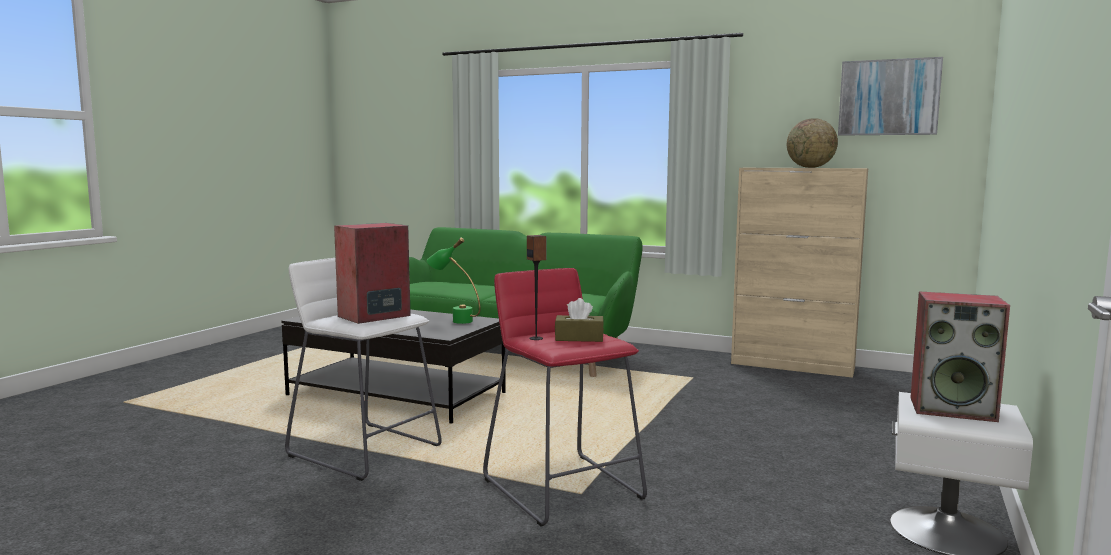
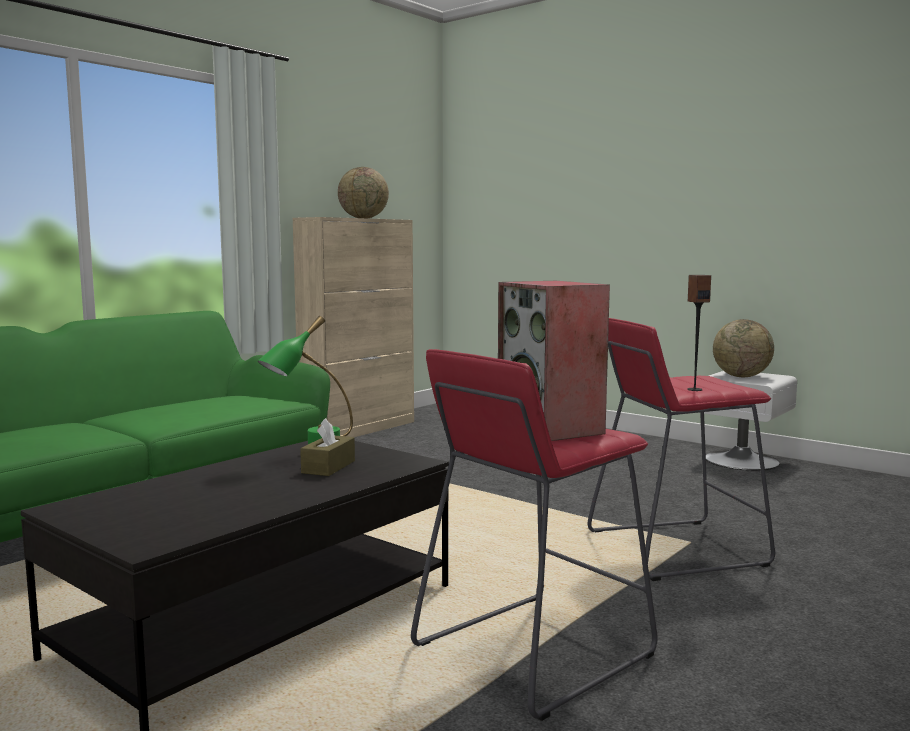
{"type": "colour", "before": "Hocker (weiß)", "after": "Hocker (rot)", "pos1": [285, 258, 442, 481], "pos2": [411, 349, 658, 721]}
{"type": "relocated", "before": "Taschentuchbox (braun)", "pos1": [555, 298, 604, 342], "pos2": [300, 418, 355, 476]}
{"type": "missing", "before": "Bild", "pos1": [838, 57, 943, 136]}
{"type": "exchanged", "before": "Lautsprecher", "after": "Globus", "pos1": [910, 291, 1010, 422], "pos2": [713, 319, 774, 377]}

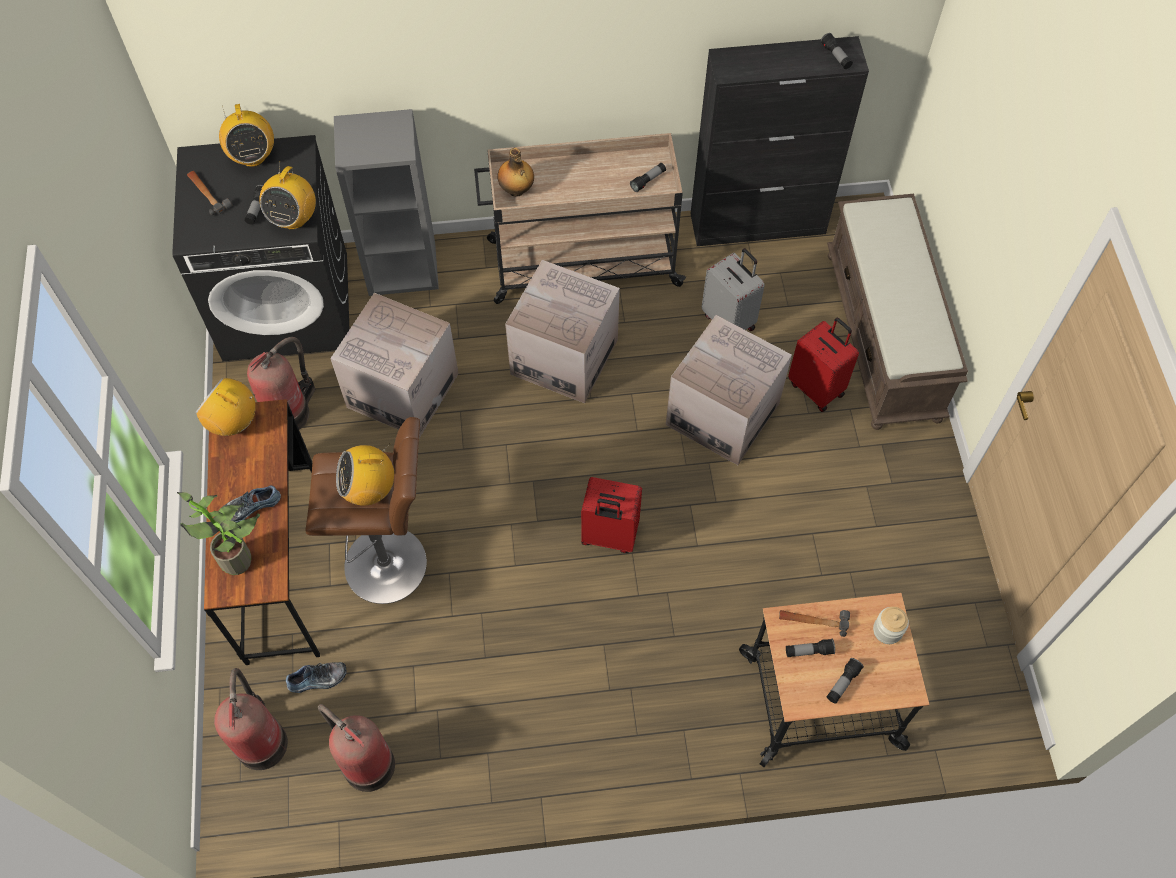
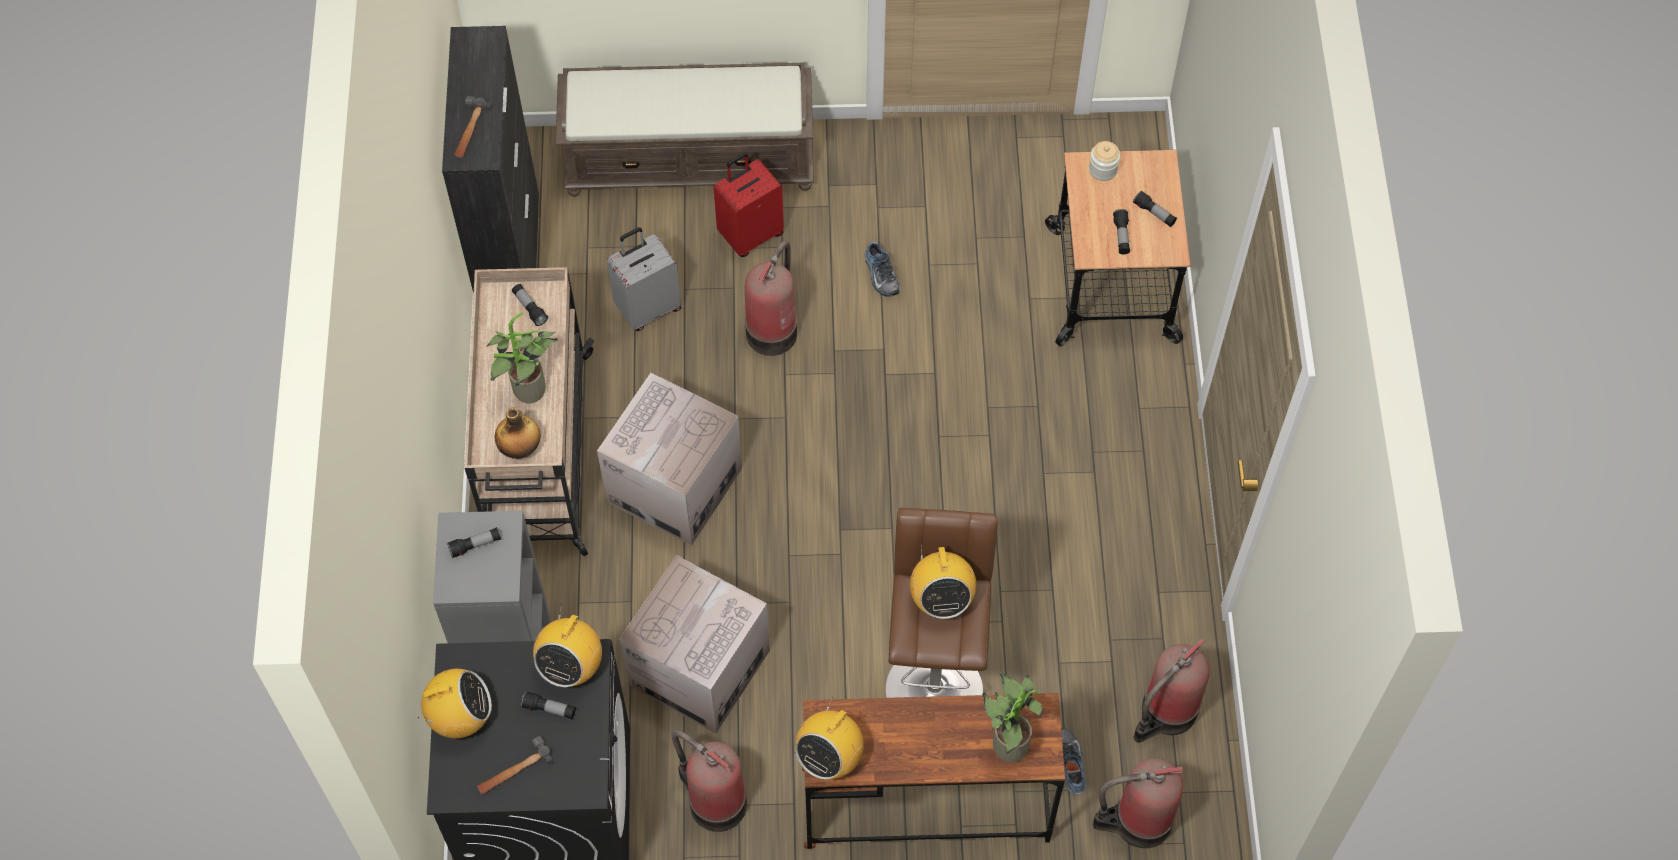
{"type": "relocated", "before": "Schuh", "pos1": [223, 486, 281, 523], "pos2": [865, 242, 900, 297]}
{"type": "spun", "before": "Radio", "pos1": [259, 161, 316, 230], "pos2": [533, 604, 602, 687], "turn": 90}
{"type": "missing", "before": "Koffer (rot)", "pos1": [581, 477, 642, 553]}
{"type": "exchanged", "before": "Karton", "after": "Feuerlöscher", "pos1": [666, 315, 792, 465], "pos2": [745, 241, 797, 356]}
{"type": "relocated", "before": "Hammer", "pos1": [779, 610, 850, 637], "pos2": [454, 96, 492, 158]}
{"type": "relocated", "before": "Taschenlampe", "pos1": [820, 33, 853, 69], "pos2": [447, 527, 501, 559]}
{"type": "appeared", "after": "Topfpflanze", "pos2": [486, 312, 558, 403]}

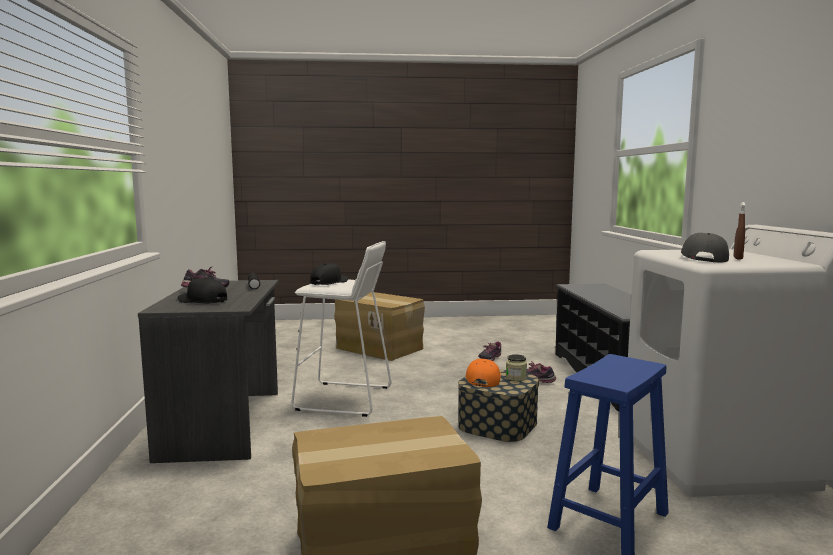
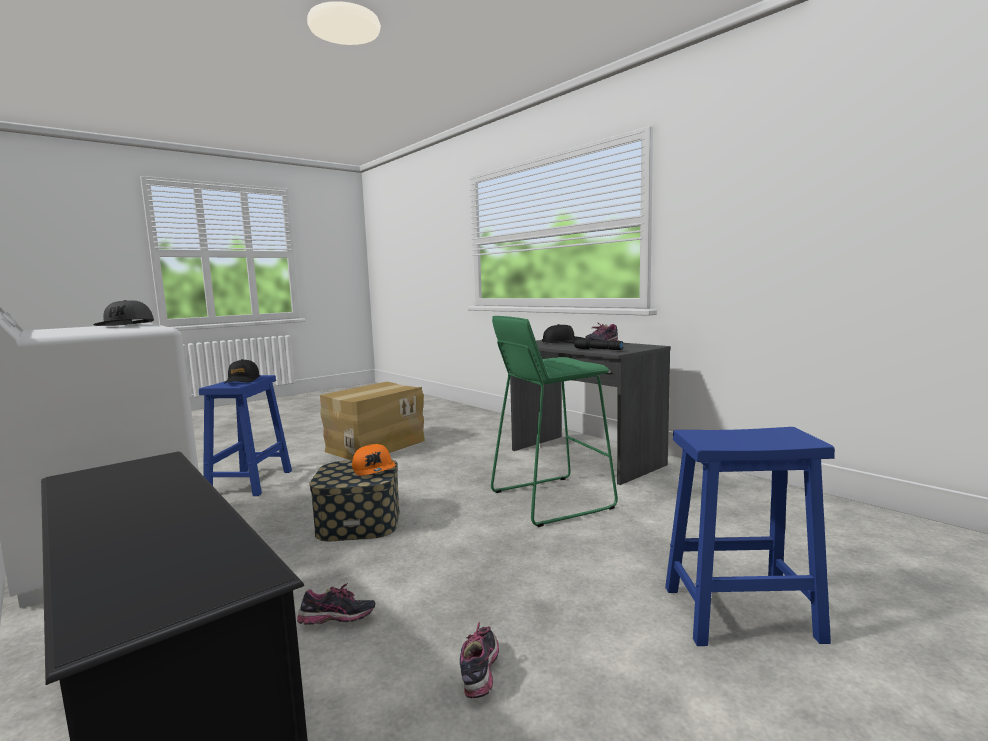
{"type": "colour", "before": "Hocker (weiß)", "after": "Hocker (grün)", "pos1": [292, 241, 392, 417], "pos2": [491, 316, 618, 527]}
{"type": "relocated", "before": "Kappe (schwarz)", "pos1": [310, 263, 348, 285], "pos2": [225, 359, 260, 383]}
{"type": "exchanged", "before": "Karton", "after": "Hocker (blau)", "pos1": [334, 292, 425, 361], "pos2": [665, 427, 835, 646]}
{"type": "missing", "before": "Vorratsglas", "pos1": [506, 354, 527, 381]}
{"type": "missing", "before": "Sprühflasche (braun)", "pos1": [733, 202, 745, 260]}

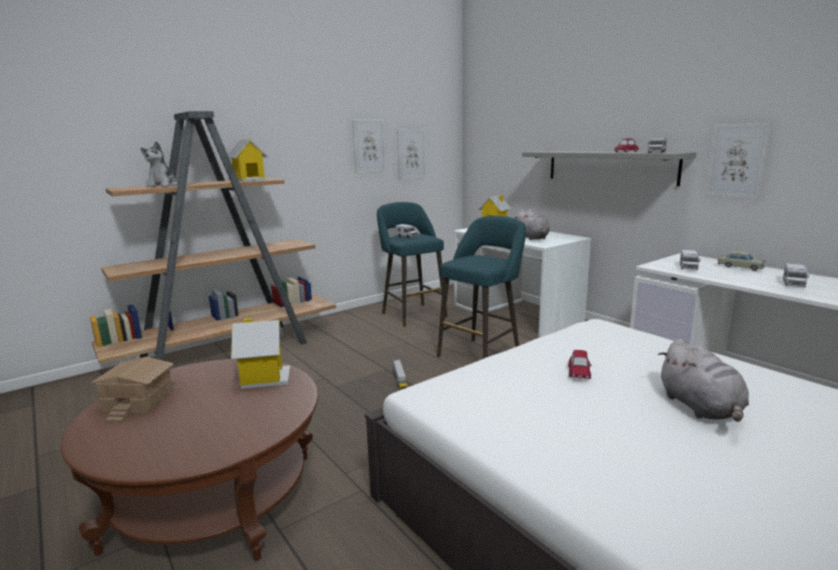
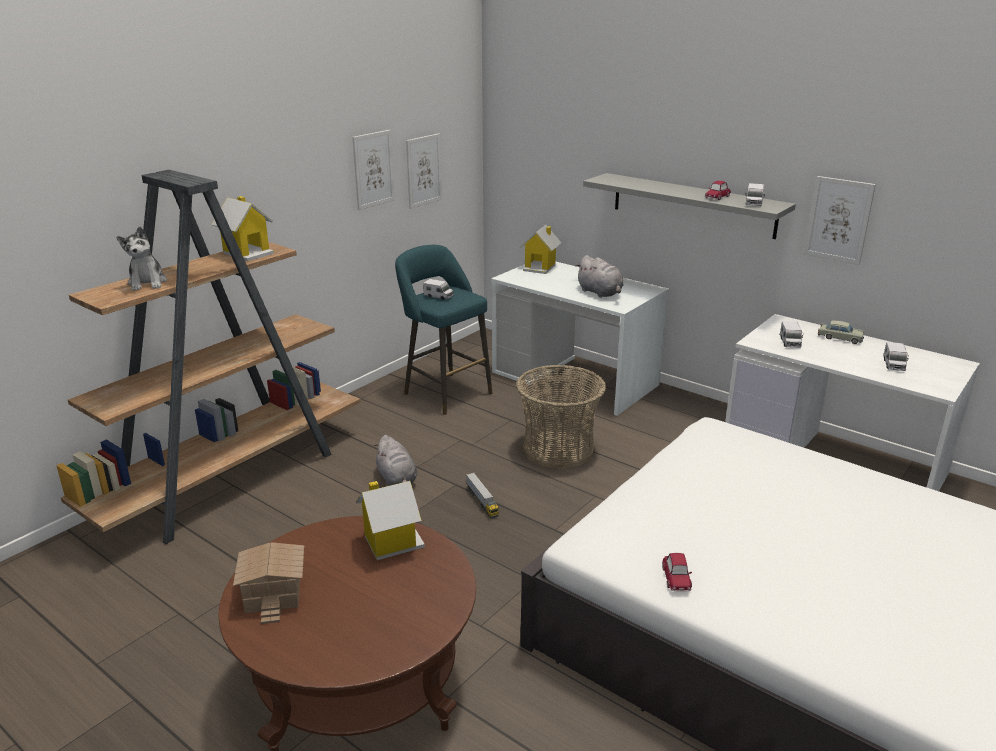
{"type": "exchanged", "before": "Hocker (türkis)", "after": "Korb", "pos1": [437, 216, 526, 359], "pos2": [516, 365, 606, 469]}
{"type": "relocated", "before": "Spielzeugauto", "pos1": [568, 350, 592, 380], "pos2": [662, 553, 692, 591]}
{"type": "relocated", "before": "Plüschtier (grau)", "pos1": [658, 339, 749, 422], "pos2": [374, 435, 417, 486]}

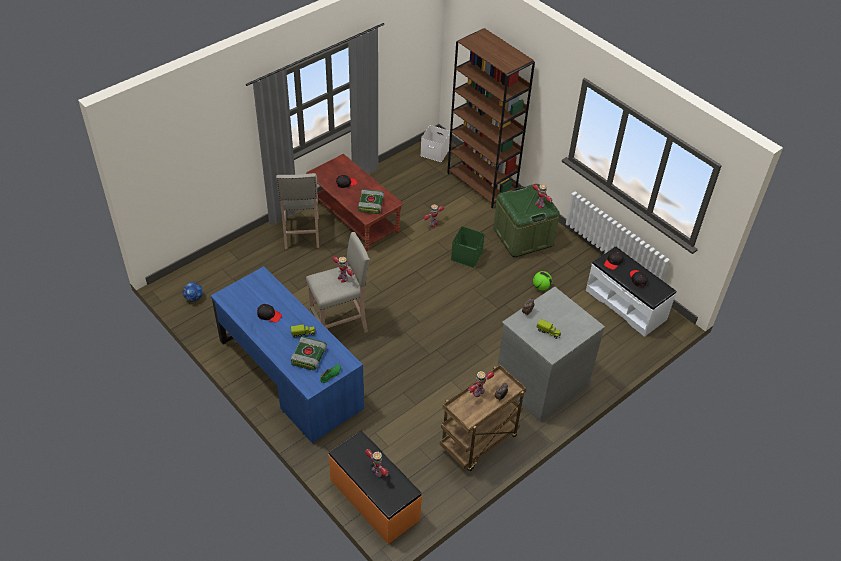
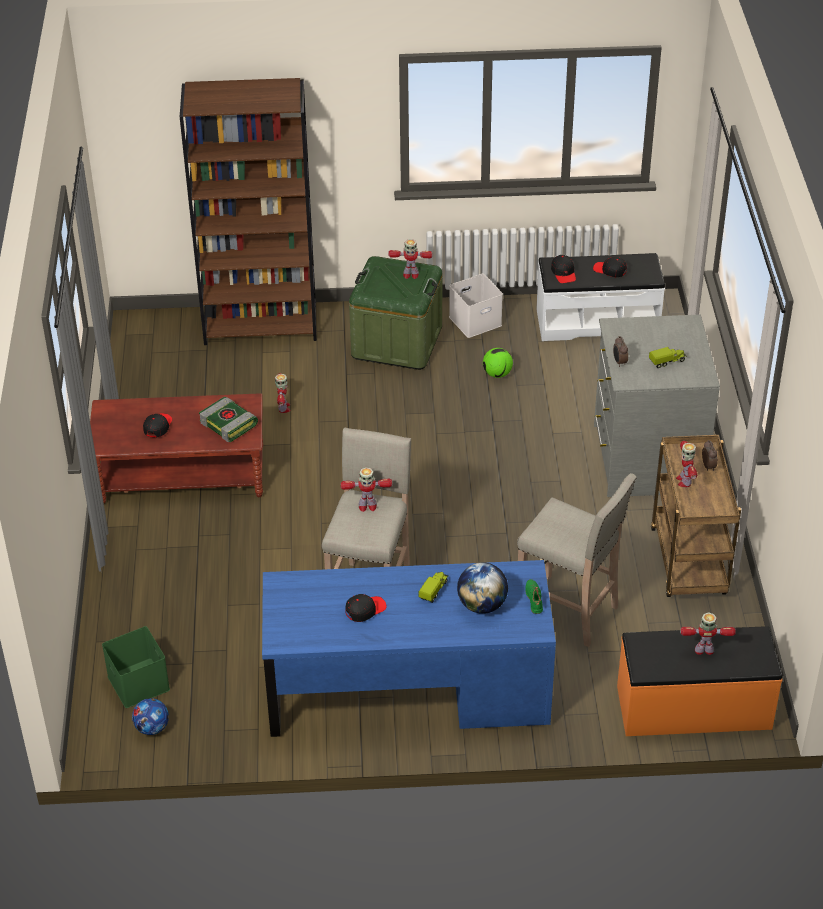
{"type": "relocated", "before": "Hocker (beige)", "pos1": [276, 173, 319, 249], "pos2": [517, 473, 637, 647]}
{"type": "exchanged", "before": "Buch", "after": "Globus", "pos1": [291, 336, 327, 370], "pos2": [457, 562, 508, 614]}
{"type": "relocated", "before": "Aufbewahrungsbox (weiß)", "pos1": [420, 125, 450, 162], "pos2": [449, 274, 503, 338]}
{"type": "relocated", "before": "Aufbewahrungsbox (grün)", "pos1": [451, 226, 485, 268], "pos2": [102, 626, 170, 708]}

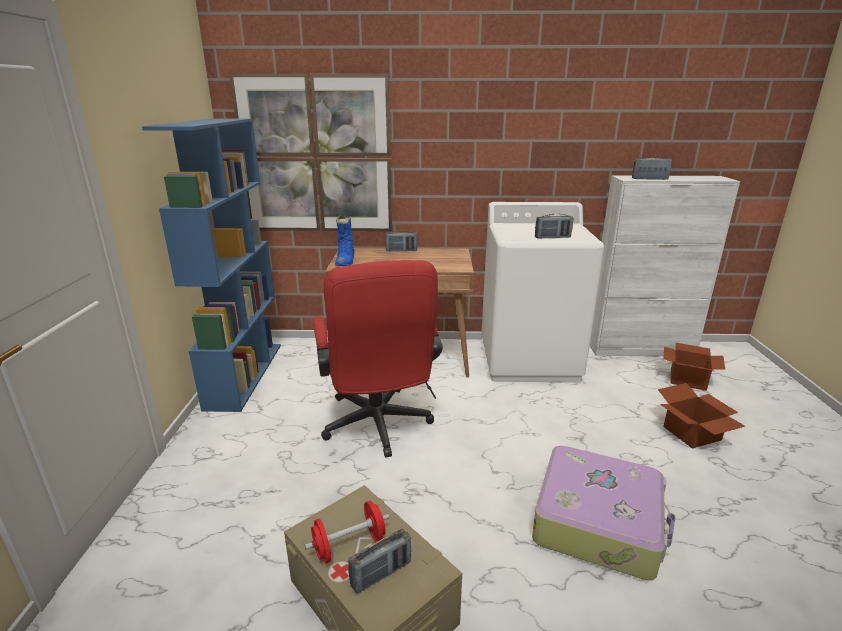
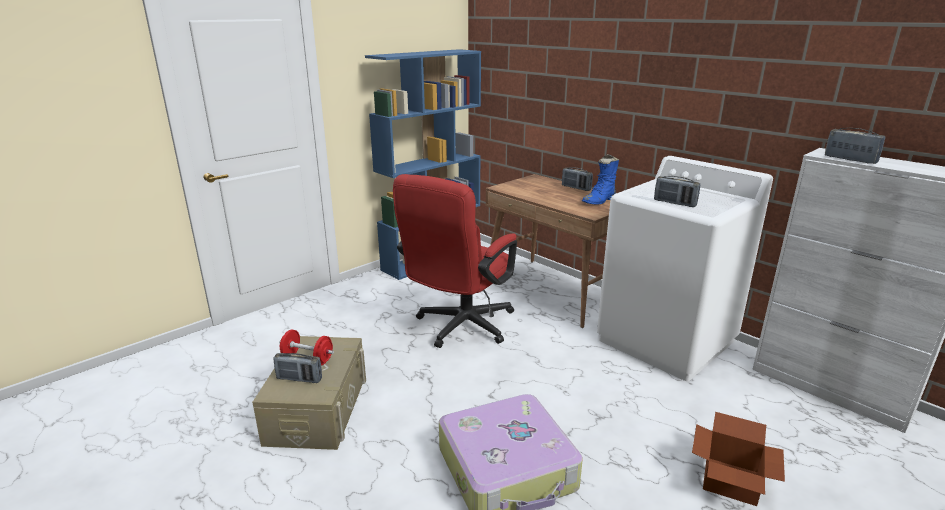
{"type": "missing", "before": "Bild", "pos1": [229, 74, 392, 231]}
{"type": "relocated", "before": "Stiefel (blau)", "pos1": [335, 215, 354, 266], "pos2": [582, 154, 619, 205]}
{"type": "missing", "before": "Karton", "pos1": [663, 343, 725, 391]}

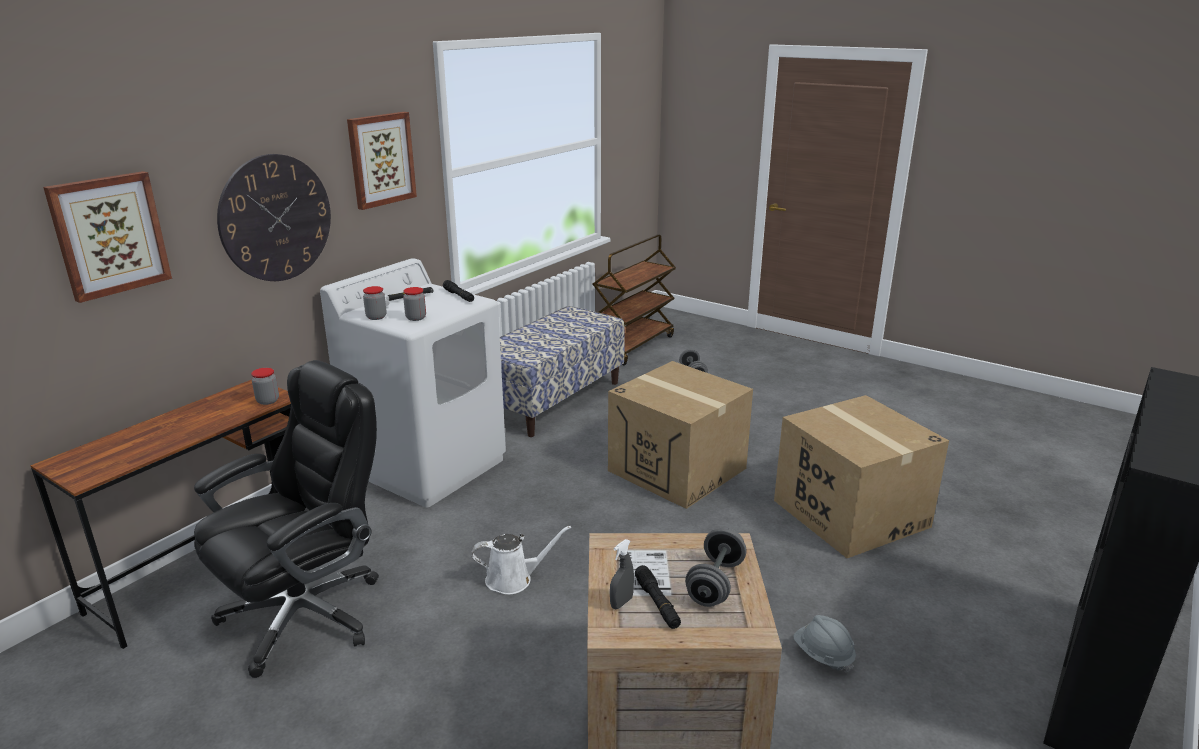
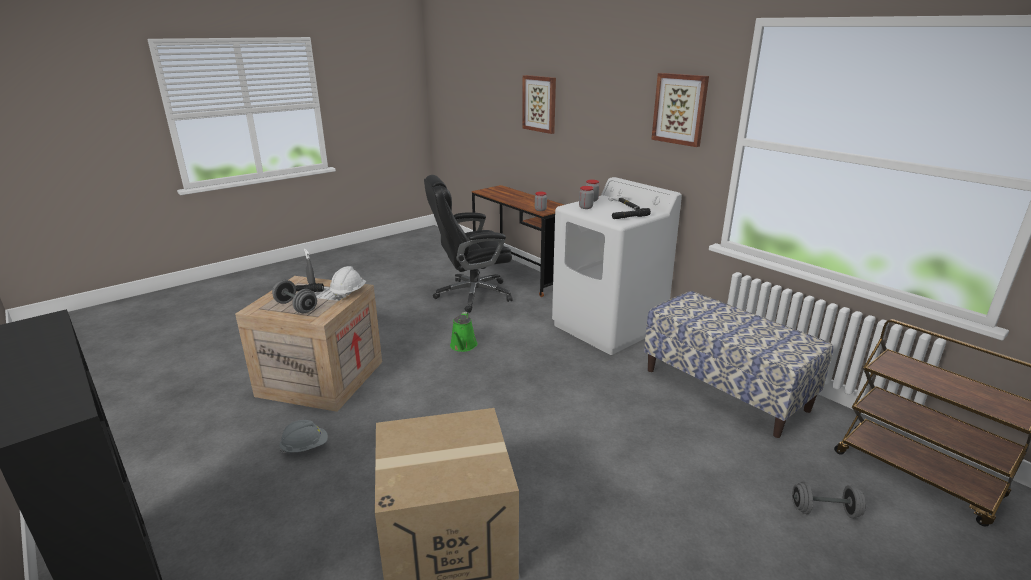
{"type": "spun", "before": "Bürostuhl (schwarz)", "pos1": [194, 360, 379, 678], "pos2": [424, 175, 513, 313], "turn": 105}
{"type": "missing", "before": "Wanduhr", "pos1": [217, 154, 331, 281]}
{"type": "colour", "before": "Gießkanne (weiß)", "after": "Gießkanne (grün)", "pos1": [472, 526, 571, 595], "pos2": [450, 312, 478, 352]}
{"type": "missing", "before": "Karton", "pos1": [608, 361, 753, 509]}
{"type": "appeared", "after": "Schutzhelm (weiß)", "pos2": [330, 266, 366, 300]}

